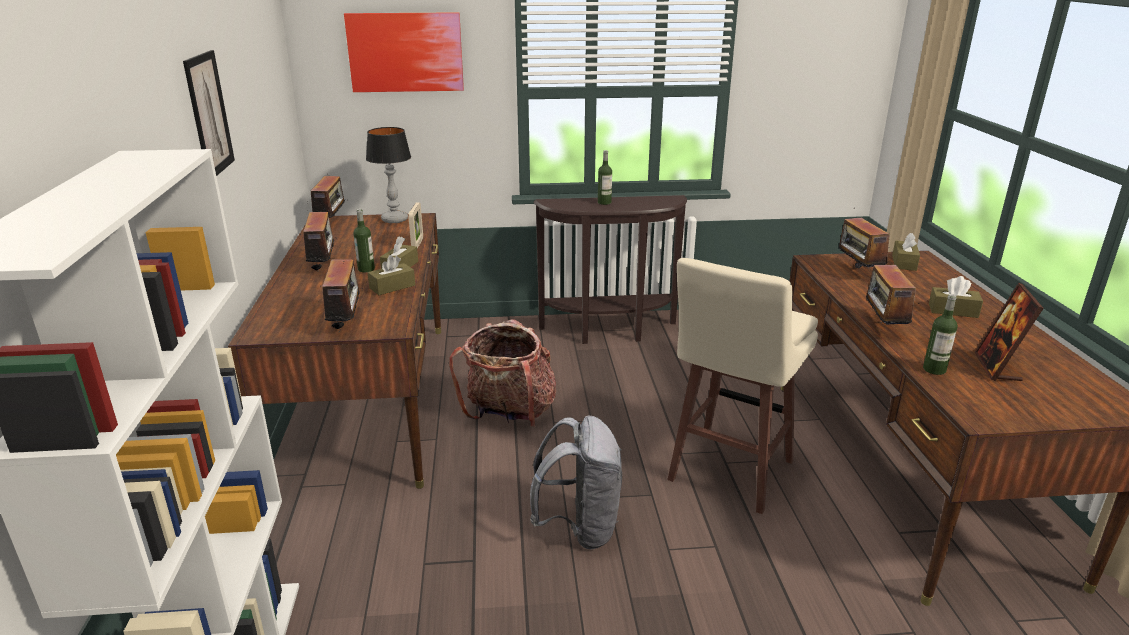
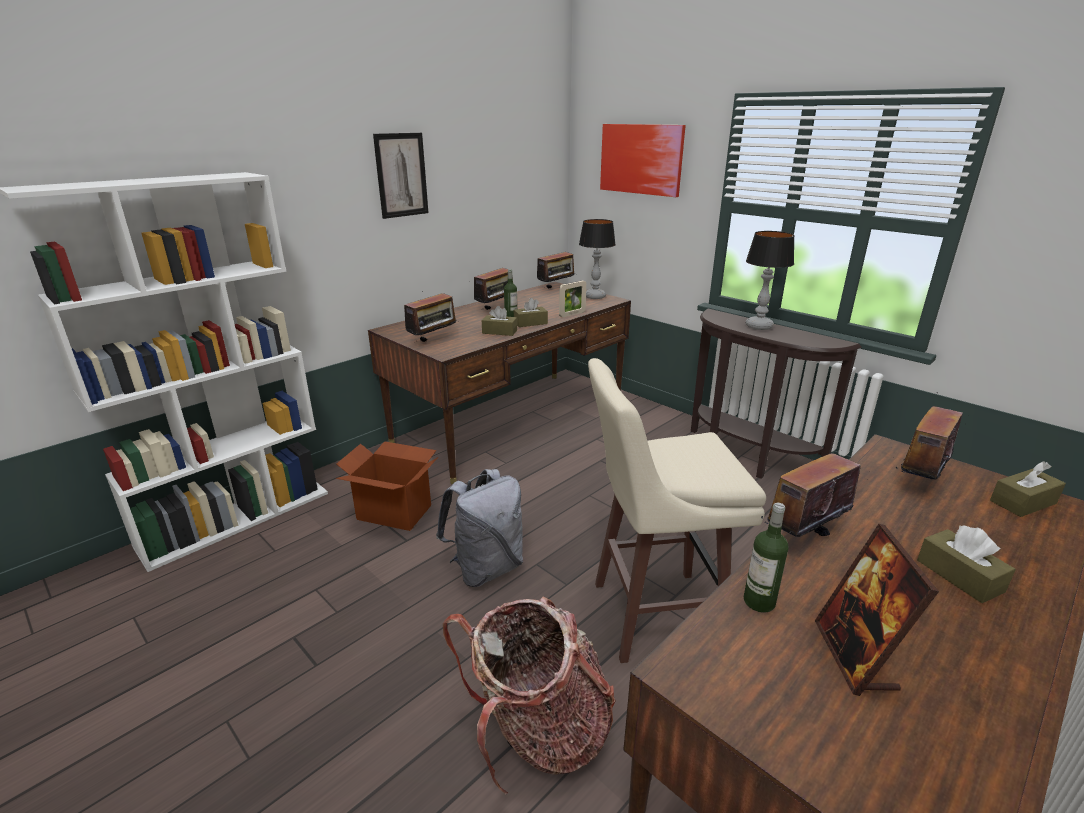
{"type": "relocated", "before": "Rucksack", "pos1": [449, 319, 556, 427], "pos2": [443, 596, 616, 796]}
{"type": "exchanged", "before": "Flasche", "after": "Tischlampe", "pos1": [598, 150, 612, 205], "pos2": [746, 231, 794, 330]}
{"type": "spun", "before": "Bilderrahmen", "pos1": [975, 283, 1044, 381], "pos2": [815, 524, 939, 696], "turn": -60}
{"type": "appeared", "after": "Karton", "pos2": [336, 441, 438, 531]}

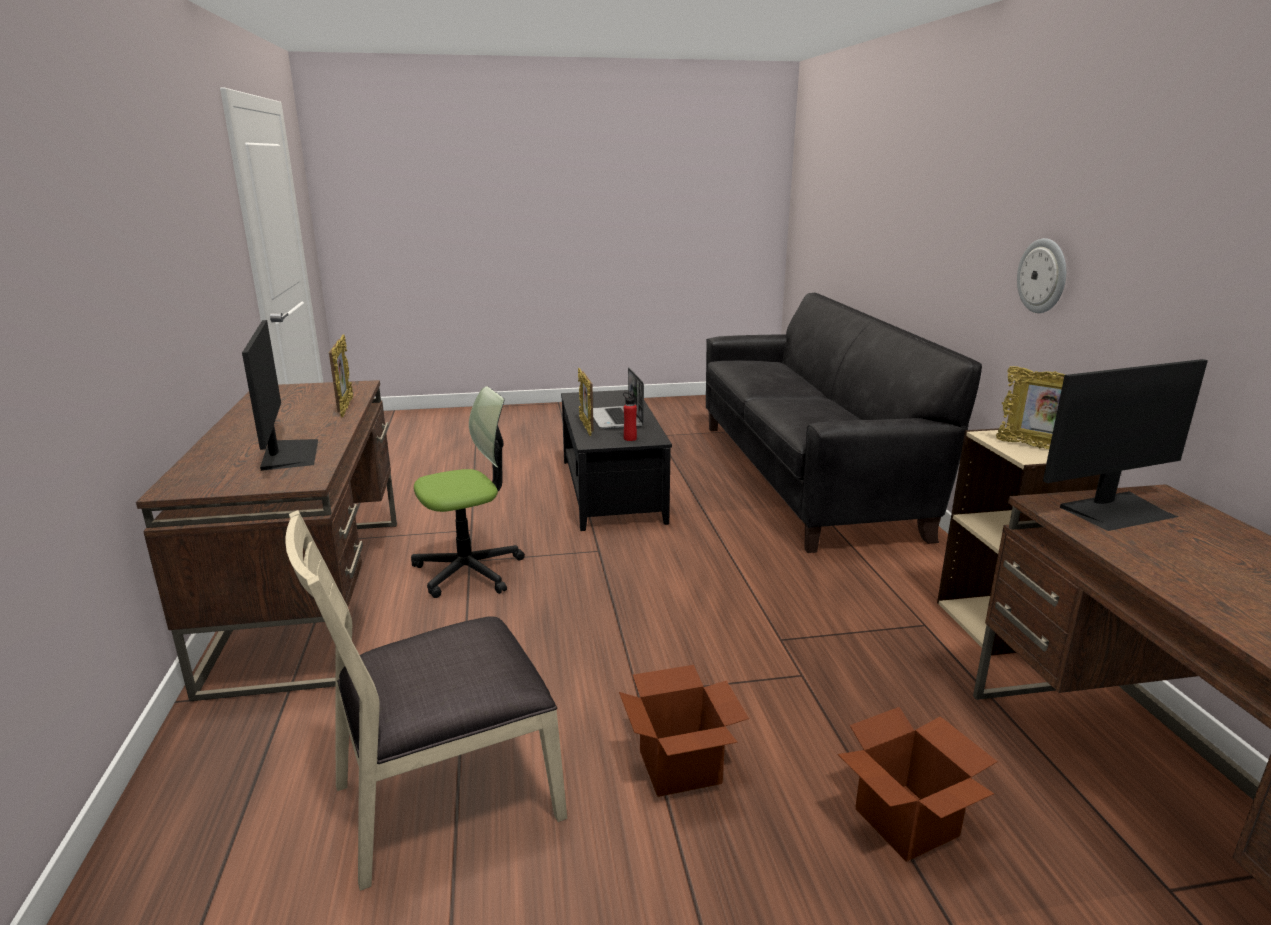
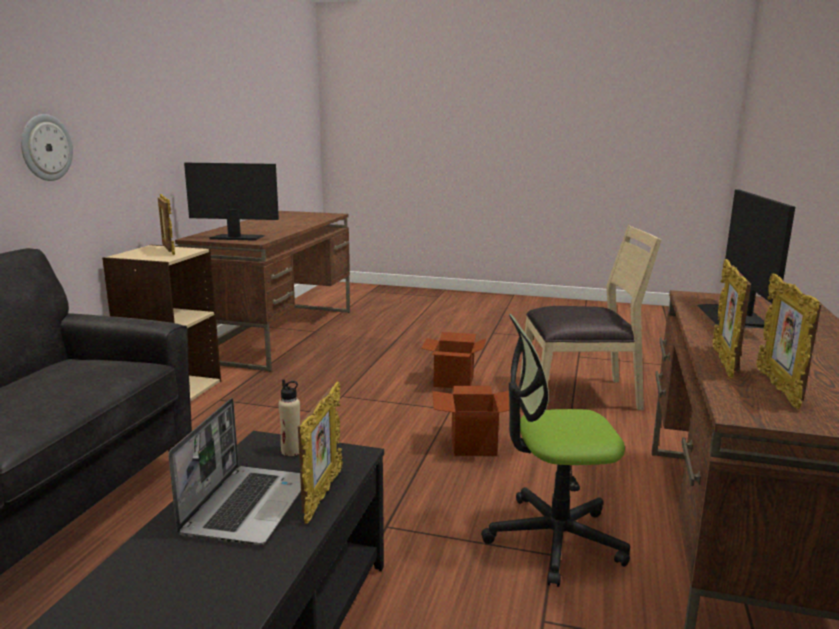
{"type": "colour", "before": "Flasche (rot)", "after": "Flasche (beige)", "pos1": [623, 392, 637, 441], "pos2": [279, 379, 300, 456]}
{"type": "relocated", "before": "Karton", "pos1": [838, 707, 998, 862], "pos2": [432, 386, 509, 456]}
{"type": "appeared", "after": "Bilderrahmen", "pos2": [756, 273, 821, 409]}

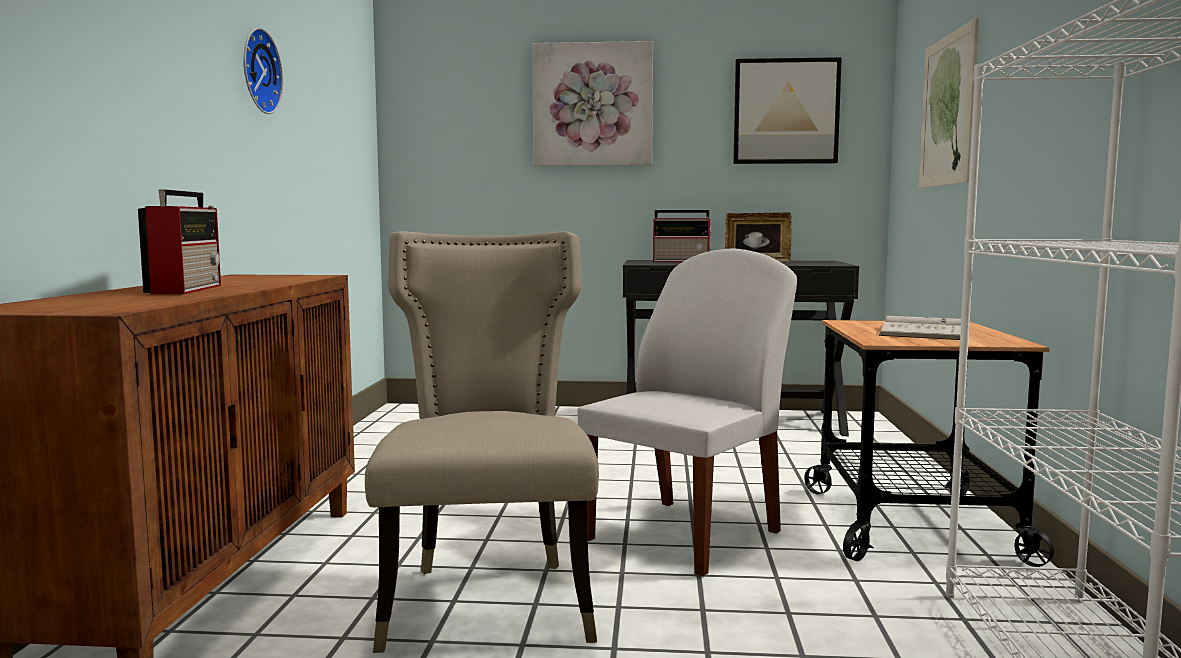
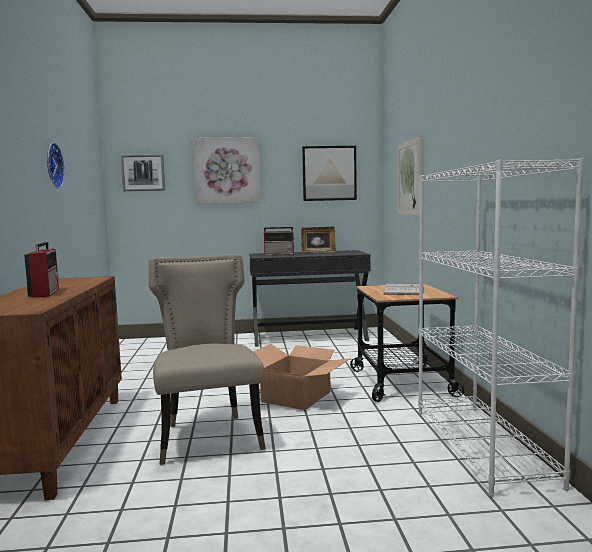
{"type": "exchanged", "before": "Stuhl (weiß)", "after": "Karton", "pos1": [578, 249, 797, 576], "pos2": [253, 344, 351, 410]}
{"type": "appeared", "after": "Bild", "pos2": [121, 154, 165, 191]}

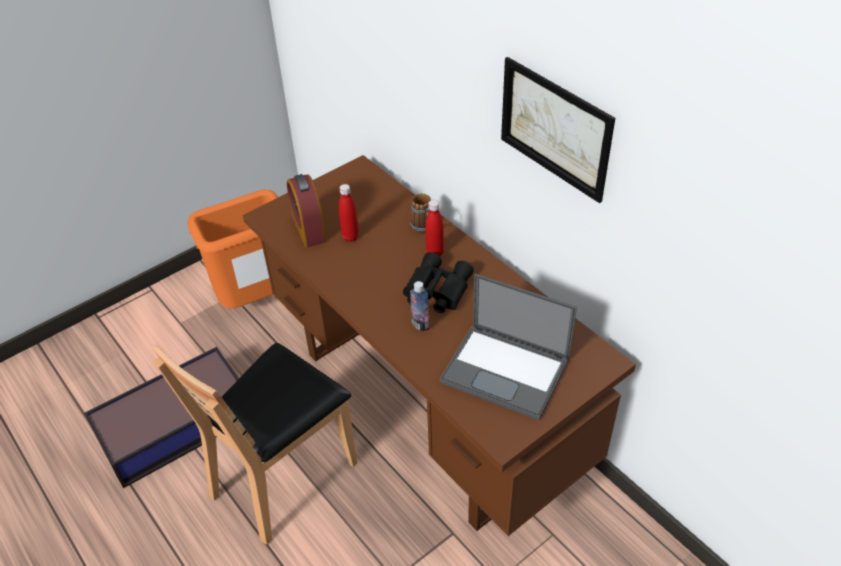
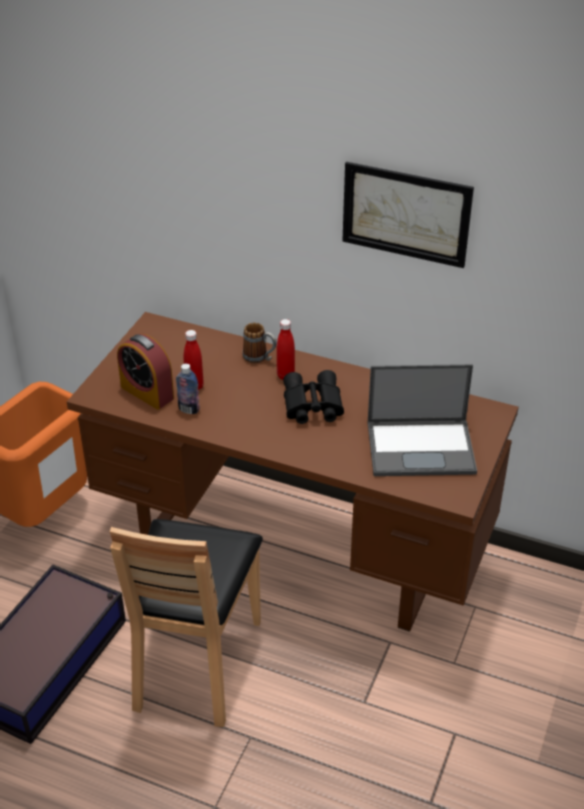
{"type": "relocated", "before": "Flasche", "pos1": [410, 281, 429, 331], "pos2": [176, 364, 200, 414]}

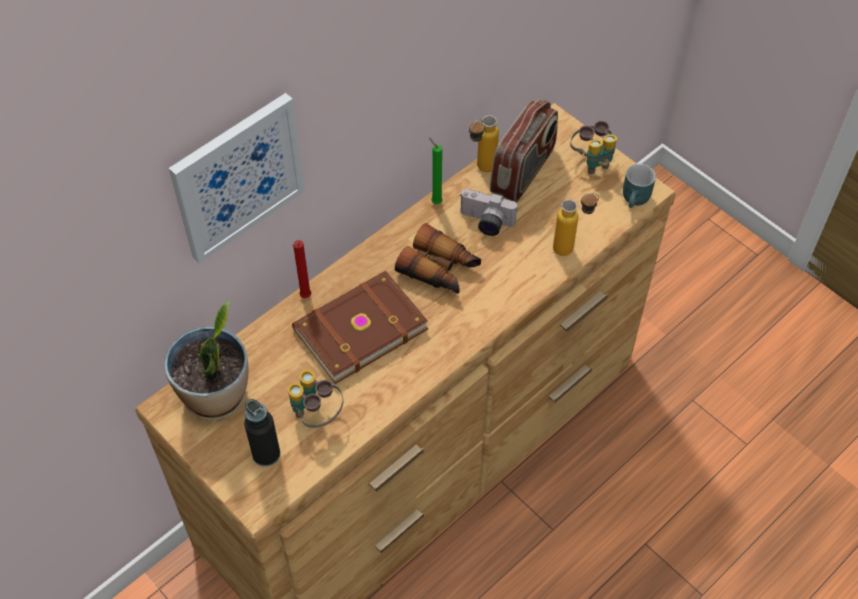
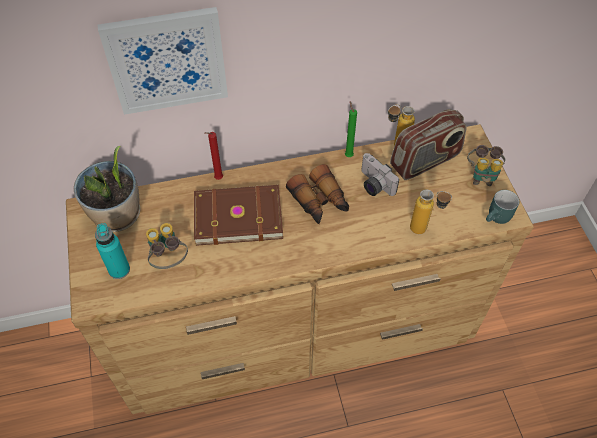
{"type": "colour", "before": "Flasche (schwarz)", "after": "Flasche (türkis)", "pos1": [244, 399, 280, 467], "pos2": [95, 223, 130, 279]}

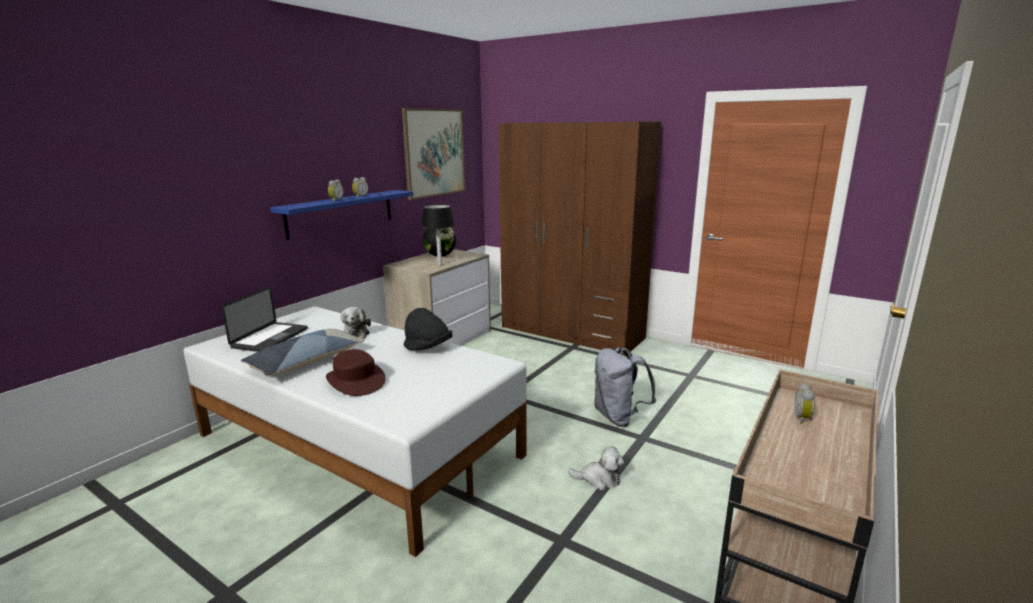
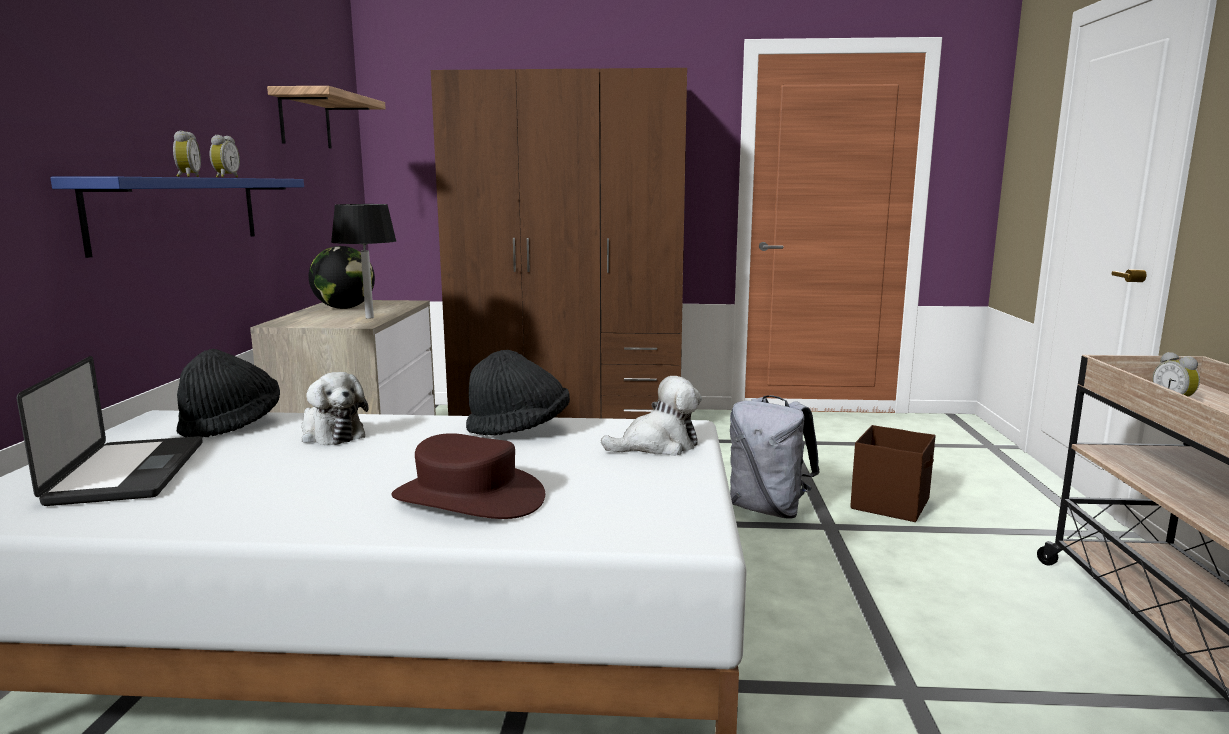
{"type": "missing", "before": "Kissen", "pos1": [241, 329, 365, 376]}
{"type": "exchanged", "before": "Bild", "after": "Wandregal", "pos1": [402, 108, 466, 200], "pos2": [267, 86, 386, 148]}
{"type": "relocated", "before": "Plüschtier", "pos1": [568, 446, 624, 490], "pos2": [601, 376, 702, 456]}
{"type": "appeared", "after": "Hut (schwarz)", "pos2": [177, 349, 280, 438]}
{"type": "appeared", "after": "Aufbewahrungsbox (braun)", "pos2": [850, 425, 936, 522]}

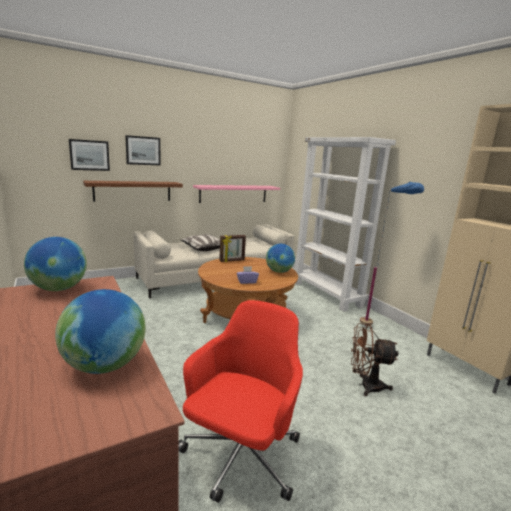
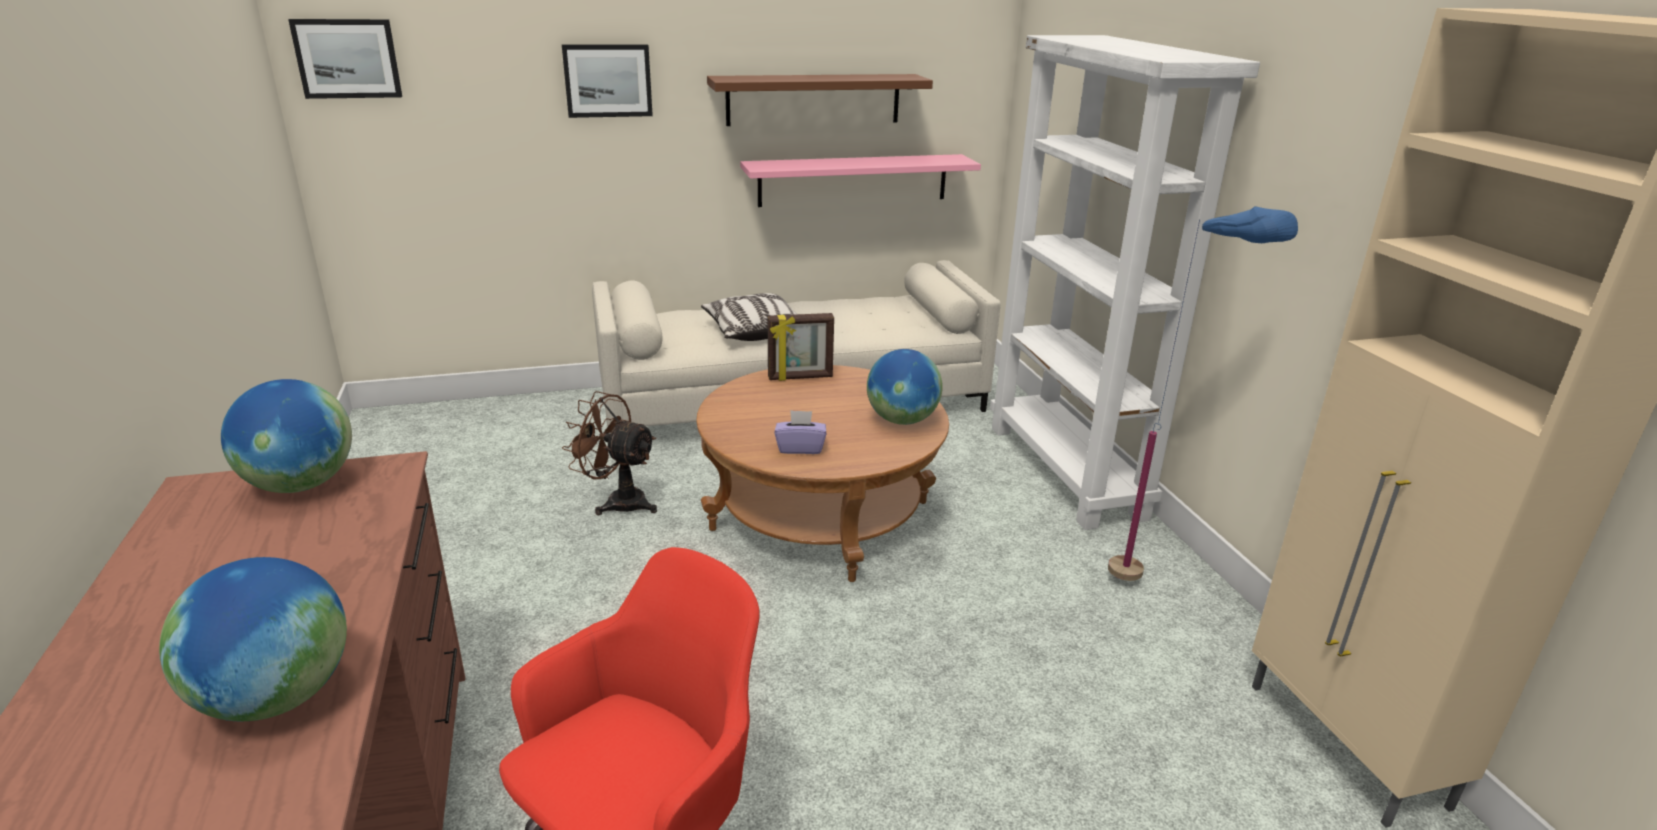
{"type": "relocated", "before": "Bild", "pos1": [69, 139, 110, 171], "pos2": [288, 19, 402, 99]}
{"type": "relocated", "before": "Wandregal (braun)", "pos1": [83, 181, 183, 202], "pos2": [707, 74, 933, 126]}
{"type": "relocated", "before": "Ventilator (braun)", "pos1": [351, 323, 398, 396], "pos2": [562, 391, 657, 515]}

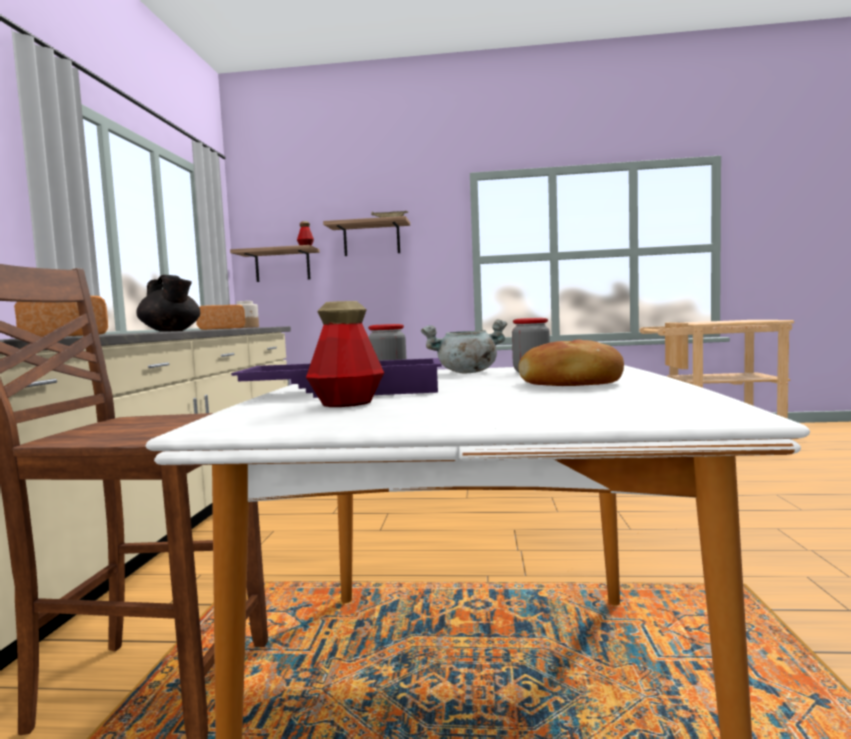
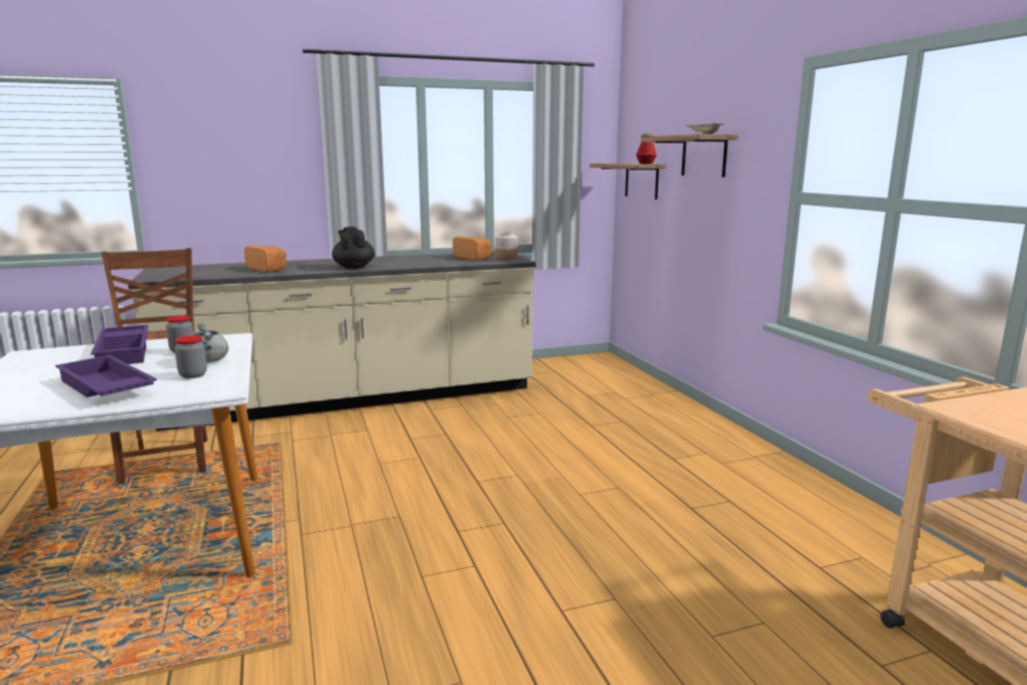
{"type": "spun", "before": "Teekanne (schwarz)", "pos1": [136, 275, 200, 331], "pos2": [332, 226, 375, 269], "turn": 135}
{"type": "missing", "before": "Flasche", "pos1": [306, 301, 384, 407]}
{"type": "exchanged", "before": "Brot", "after": "Tablett (lila)", "pos1": [518, 340, 624, 386], "pos2": [55, 355, 157, 397]}

